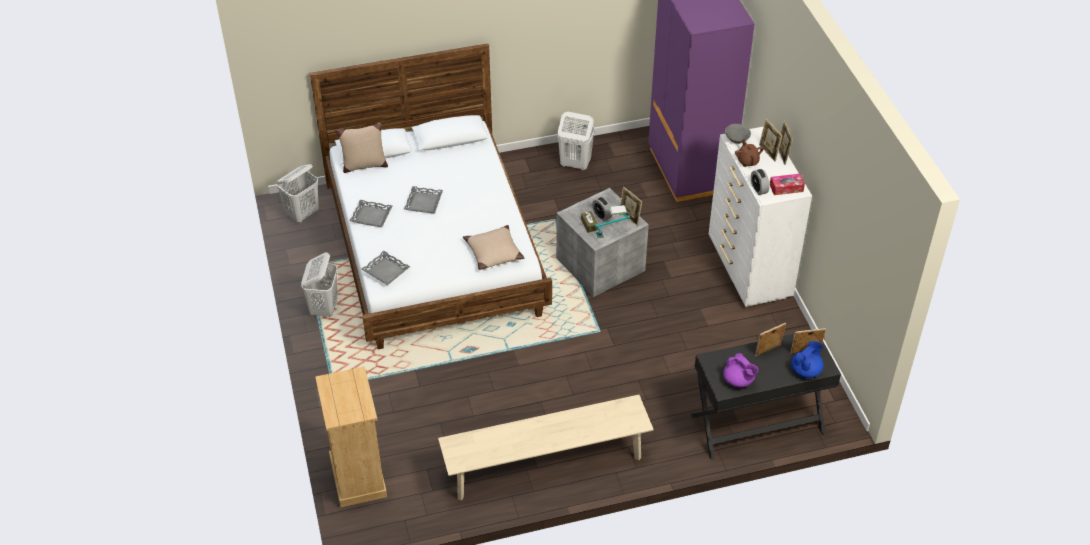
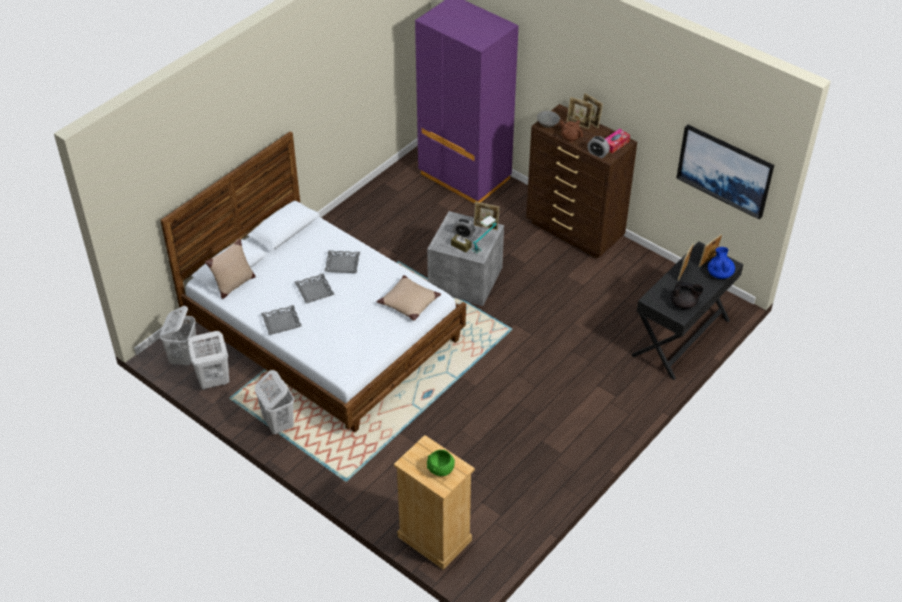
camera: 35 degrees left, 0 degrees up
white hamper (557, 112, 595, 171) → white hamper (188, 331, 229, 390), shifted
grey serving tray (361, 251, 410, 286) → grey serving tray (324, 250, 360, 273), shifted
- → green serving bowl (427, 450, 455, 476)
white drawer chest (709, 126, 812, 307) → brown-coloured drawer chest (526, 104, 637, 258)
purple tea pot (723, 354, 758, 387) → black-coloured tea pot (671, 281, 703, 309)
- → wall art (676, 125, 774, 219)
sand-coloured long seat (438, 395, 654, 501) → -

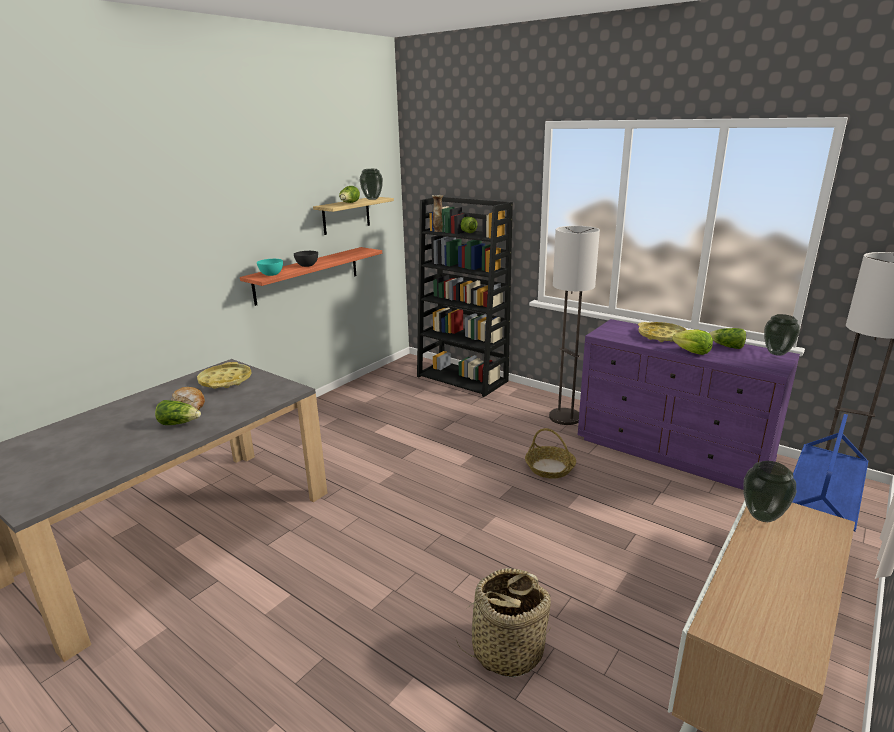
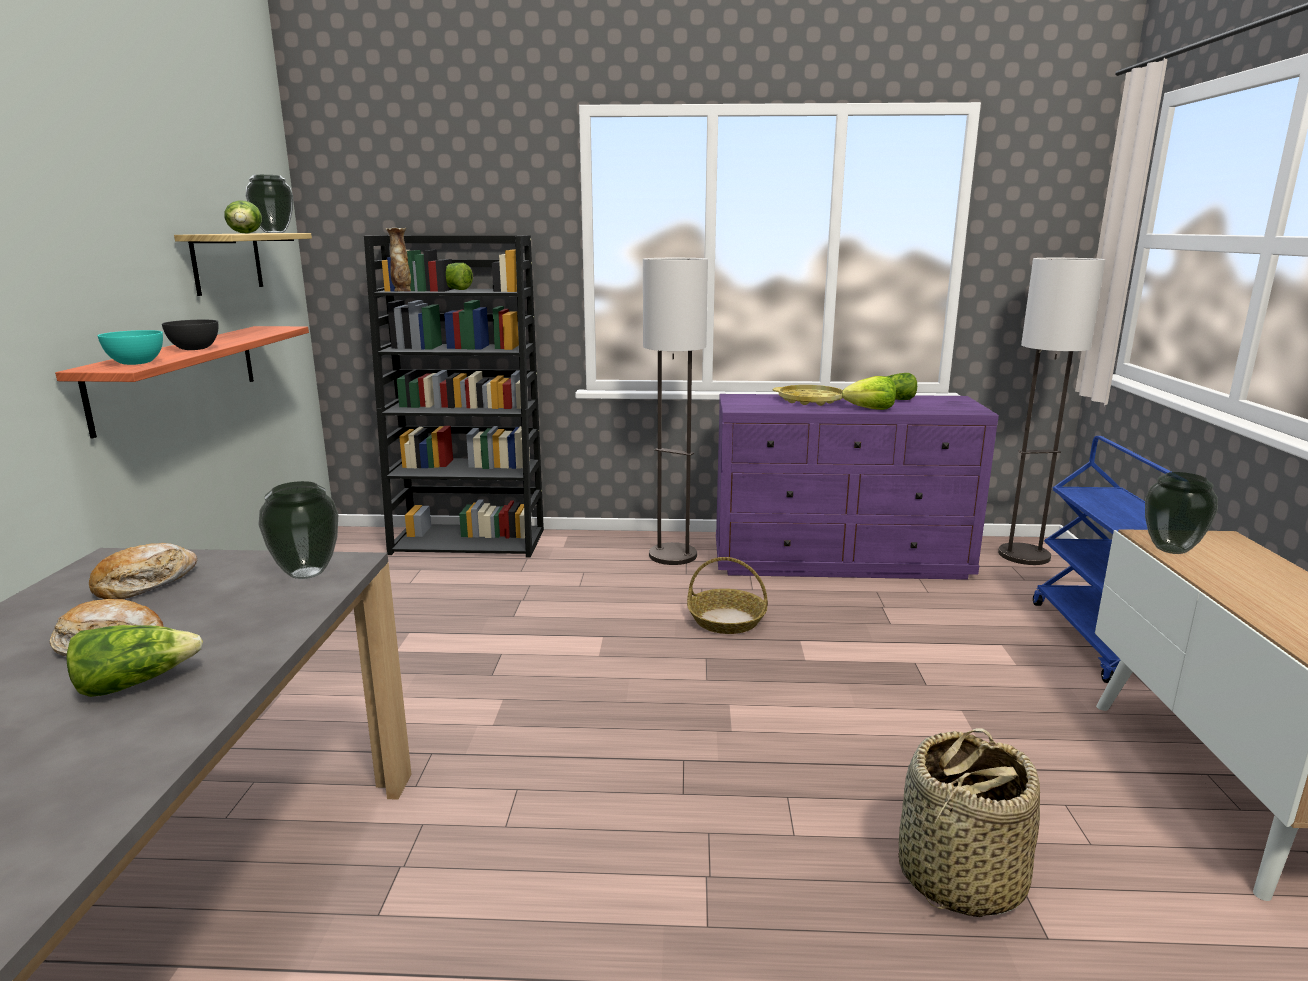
camera: 35 degrees left, 5 degrees down
yellowish serving tray (197, 362, 252, 389) → baked bread (89, 543, 197, 599)
vase (764, 314, 800, 356) → vase (258, 481, 338, 579), shifted

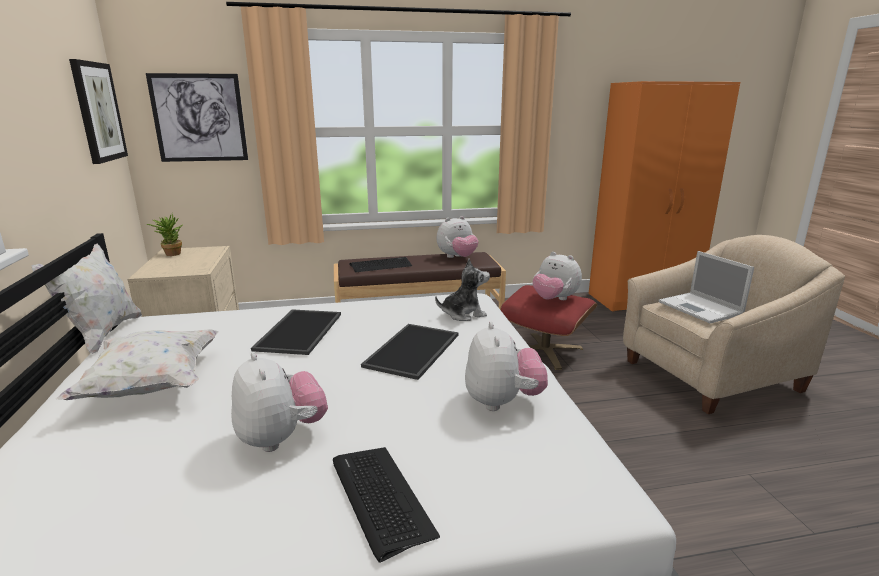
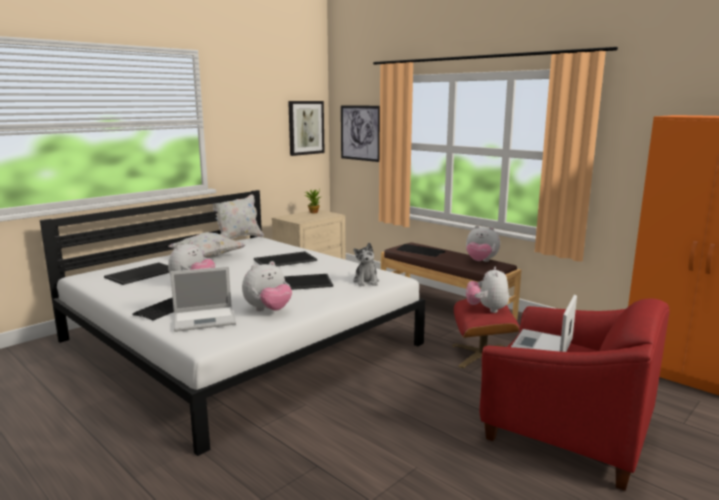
camera: 55 degrees right, 5 degrees down
- → serving tray (104, 262, 169, 285)
- → portable computer (170, 266, 236, 332)
plush toy (435, 259, 490, 321) → plush toy (353, 243, 379, 286), 45 degrees clockwise
sand-coloured lounge chair (623, 235, 845, 414) → reddish lounge chair (480, 298, 670, 491)

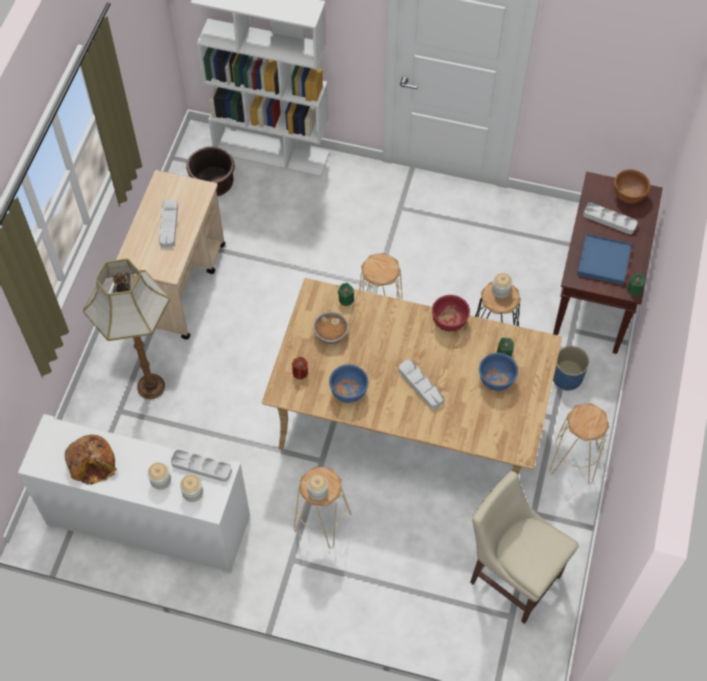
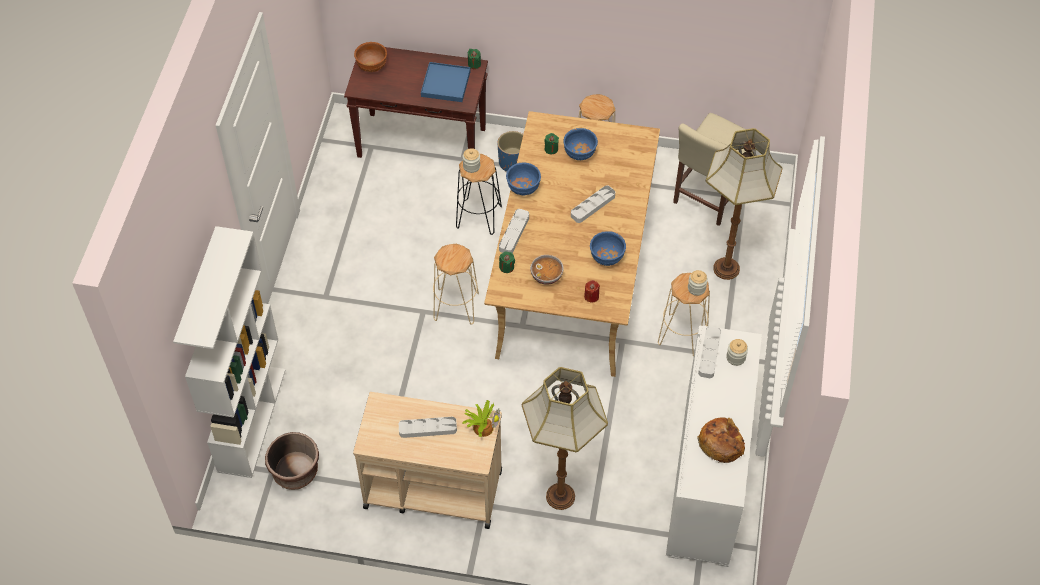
camera: 95 degrees left, 5 degrees down
- → potted plant (462, 400, 501, 437)
grey serving tray (583, 203, 638, 234) → grey serving tray (499, 209, 529, 253), shifted
reddish serving bowl (432, 295, 470, 332) → blue-coloured serving bowl (506, 163, 541, 195)
- → standing lamp (706, 128, 783, 280)
jar (148, 463, 171, 490) → -

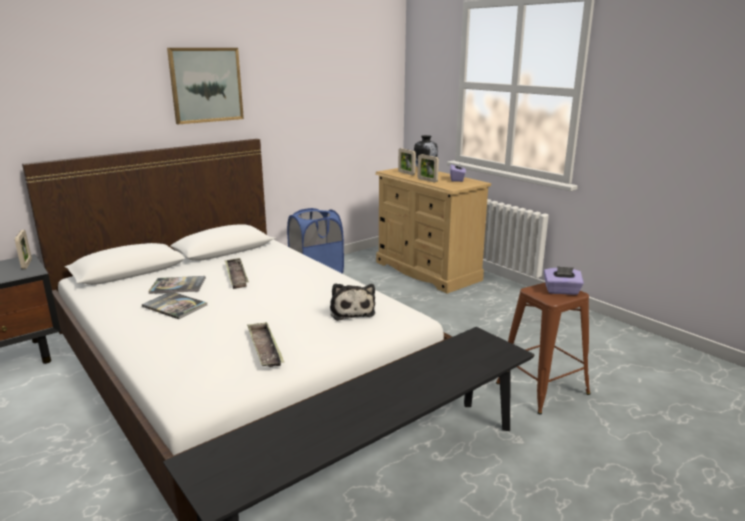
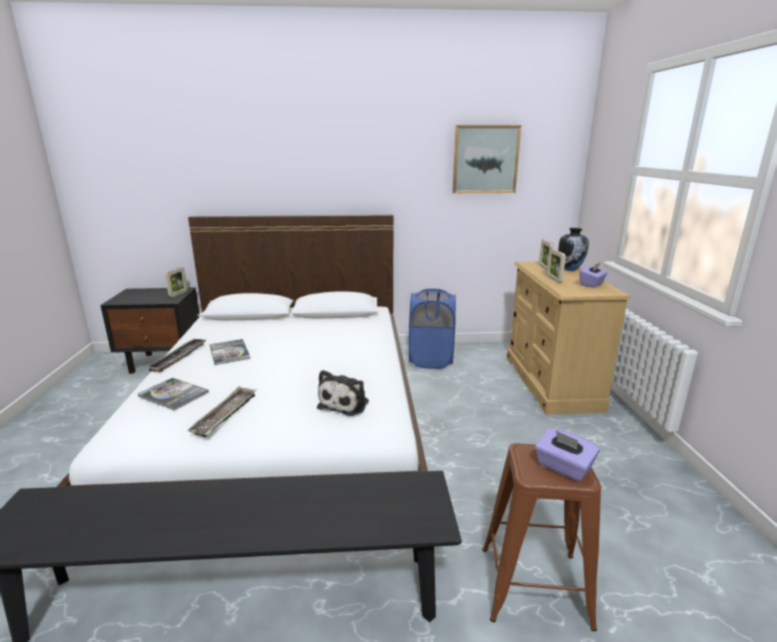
camera: 35 degrees right, 0 degrees up
bound book (148, 276, 206, 294) → bound book (138, 378, 209, 410), shifted
serving tray (225, 258, 249, 289) → serving tray (147, 338, 207, 372), shifted
wall art (167, 48, 244, 124) → wall art (452, 125, 521, 193), shifted

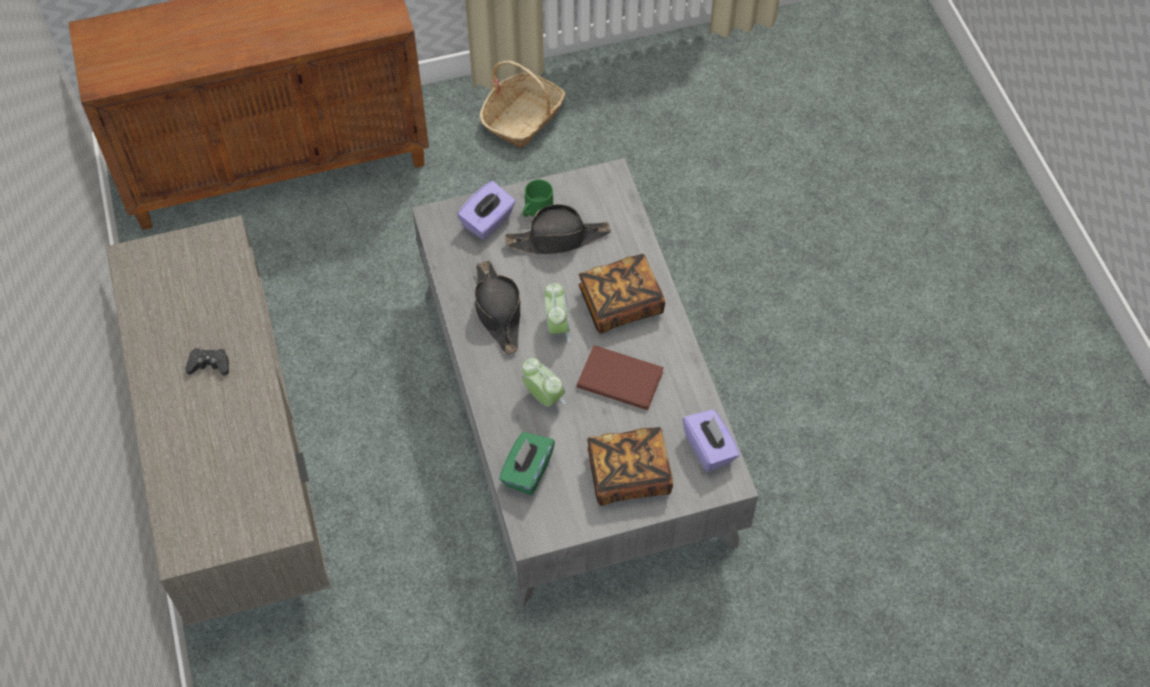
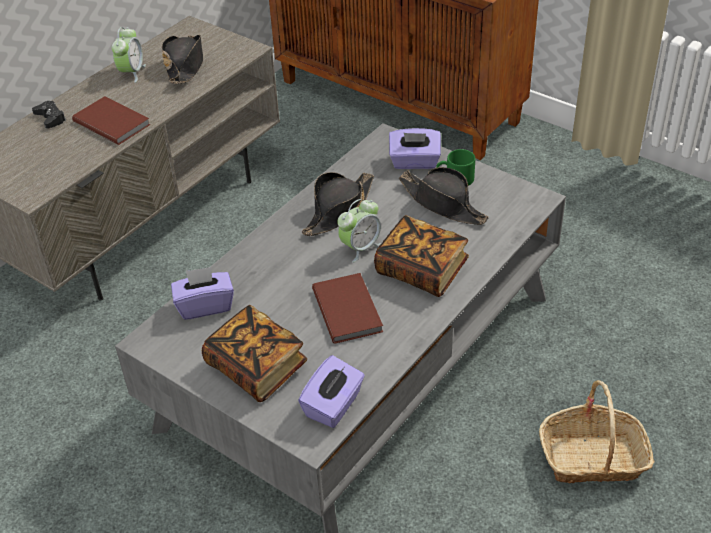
camera: 55 degrees right, 15 degrees down
black-coloured joypad (185, 348, 229, 376) → black-coloured joypad (32, 101, 66, 129), shifted
- → brown-coloured bound book (72, 96, 150, 145)
bedside clock (522, 358, 566, 407) → bedside clock (112, 27, 146, 83), shifted
- → black-coloured clothing hat (162, 35, 203, 84)
green tissue holder (499, 432, 555, 495) → purple tissue holder (171, 267, 234, 320)
household basket (479, 60, 565, 148) → household basket (539, 380, 654, 483), shifted

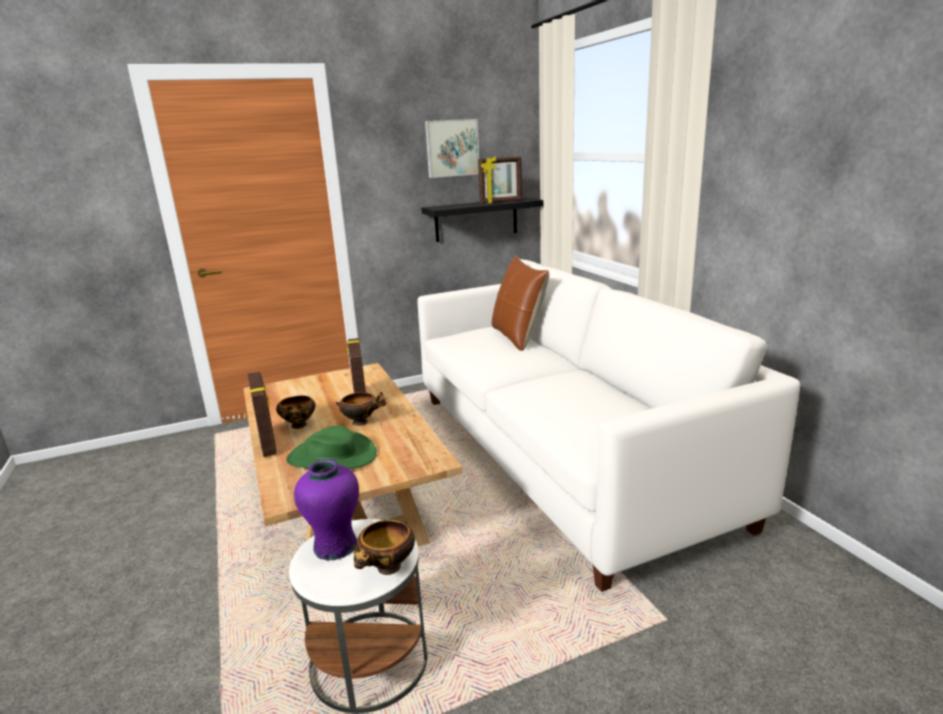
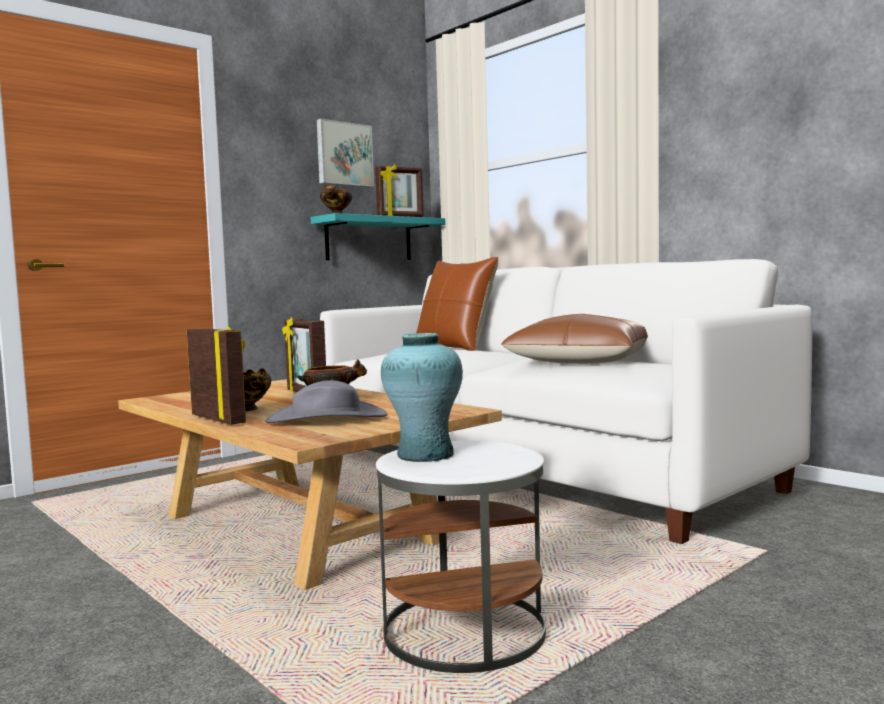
camera: 20 degrees left, 15 degrees down
green clothing hat (286, 426, 377, 469) → grey clothing hat (265, 380, 387, 423)
black-coloured wall shelf (421, 198, 543, 242) → turquoise wall shelf (311, 213, 445, 260)
serving bowl (354, 520, 415, 575) → serving bowl (320, 184, 352, 214), shifted
purple vase (294, 459, 359, 561) → turquoise vase (381, 333, 463, 462)
- → brown-coloured cushion (501, 314, 648, 364)

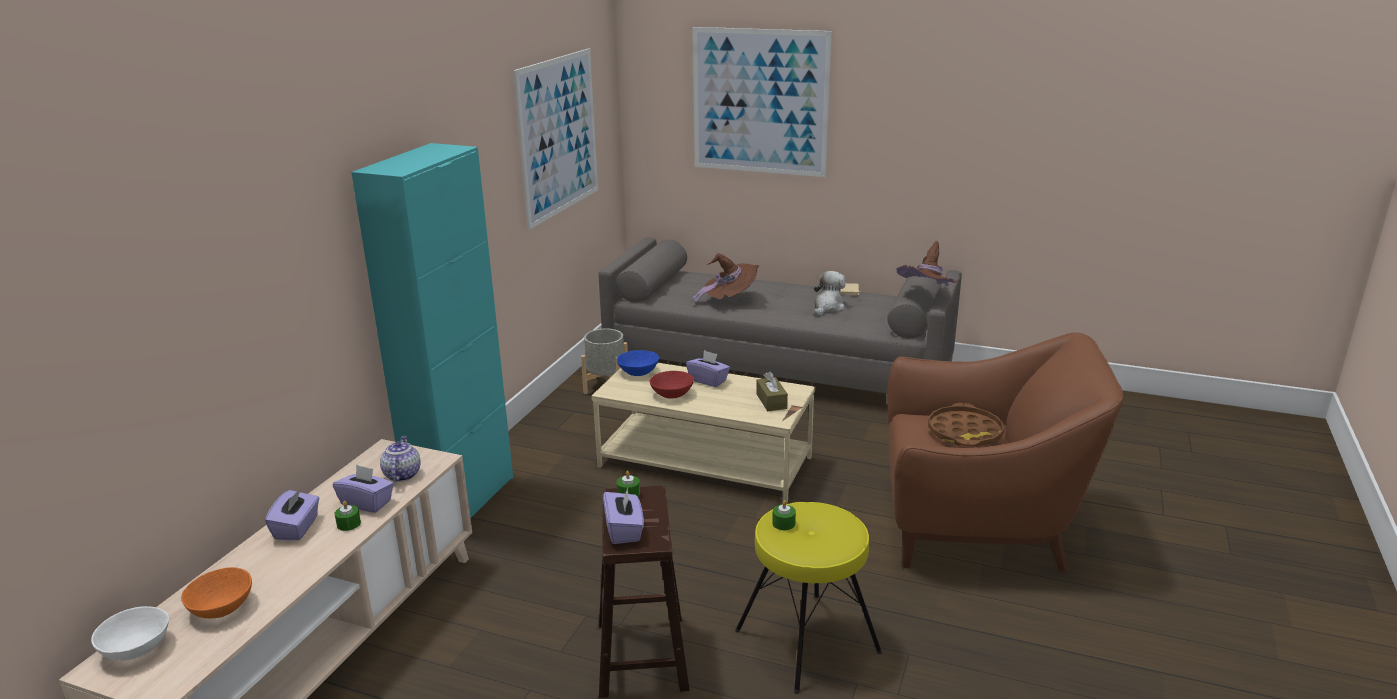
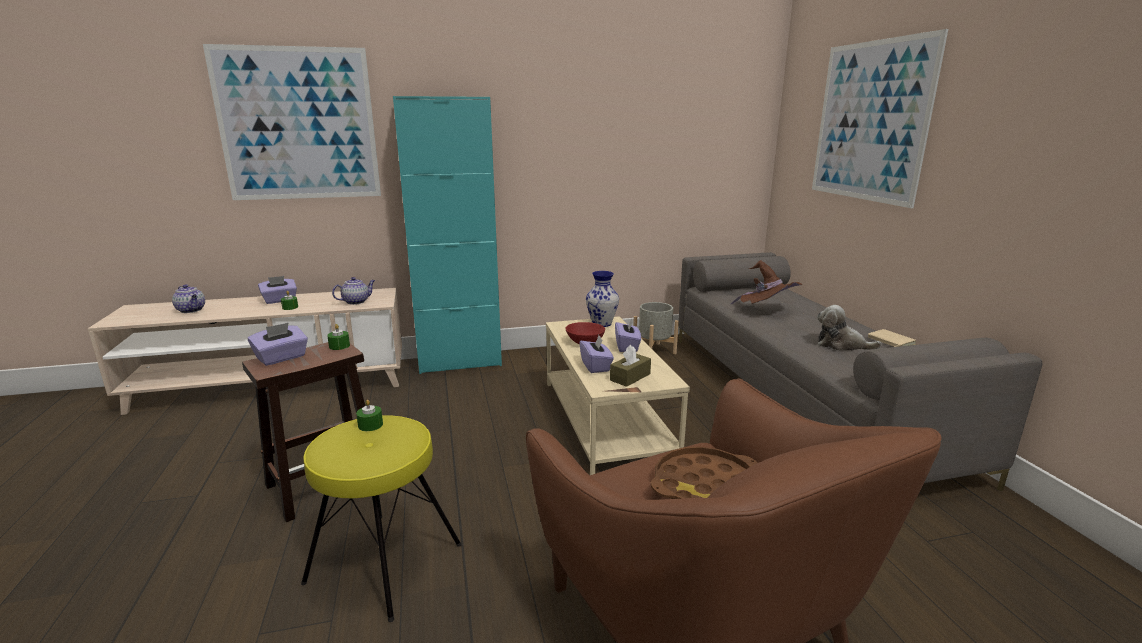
camera: 55 degrees right, 5 degrees down
orange-coloured serving bowl (181, 567, 252, 618) → tea pot (172, 284, 205, 313)
wall art (513, 48, 598, 230) → wall art (203, 44, 381, 200), shifted
purple tissue holder (333, 464, 394, 513) → purple tissue holder (579, 335, 614, 373), shifted
blue-coloured serving bowl (617, 350, 659, 376) → vase (586, 271, 619, 327)
plush toy (814, 271, 846, 316) → plush toy (817, 305, 882, 351), 150 degrees counterclockwise
white serving bowl (91, 606, 169, 661) → -
brown-coloured clothing hat (896, 241, 956, 286) → -

